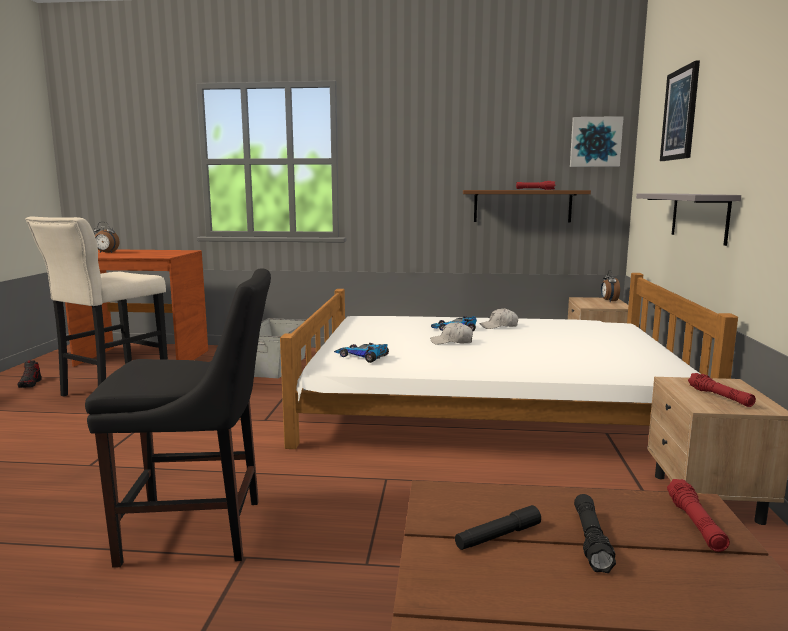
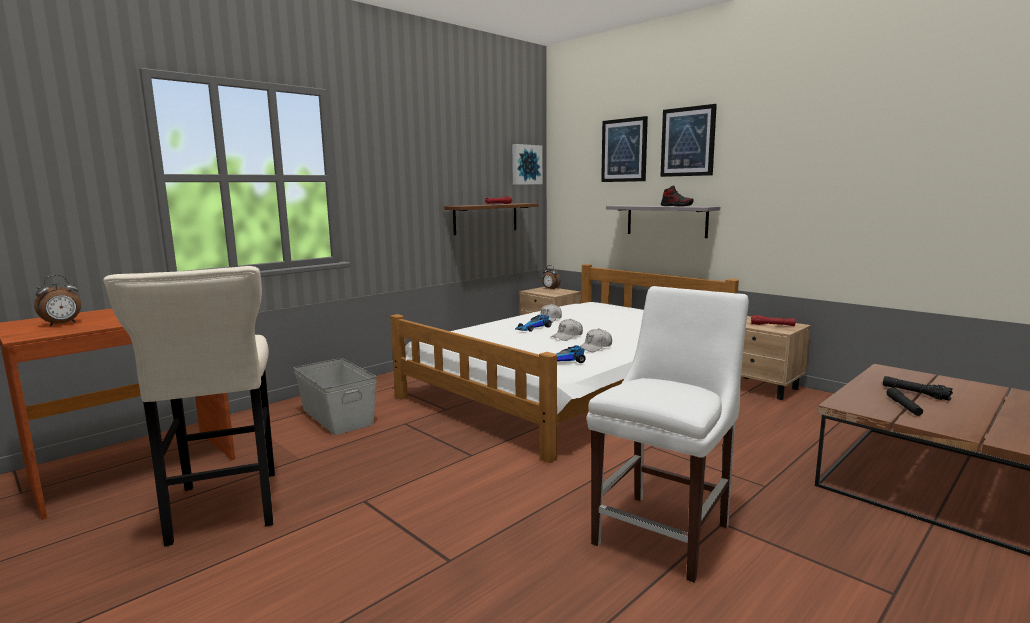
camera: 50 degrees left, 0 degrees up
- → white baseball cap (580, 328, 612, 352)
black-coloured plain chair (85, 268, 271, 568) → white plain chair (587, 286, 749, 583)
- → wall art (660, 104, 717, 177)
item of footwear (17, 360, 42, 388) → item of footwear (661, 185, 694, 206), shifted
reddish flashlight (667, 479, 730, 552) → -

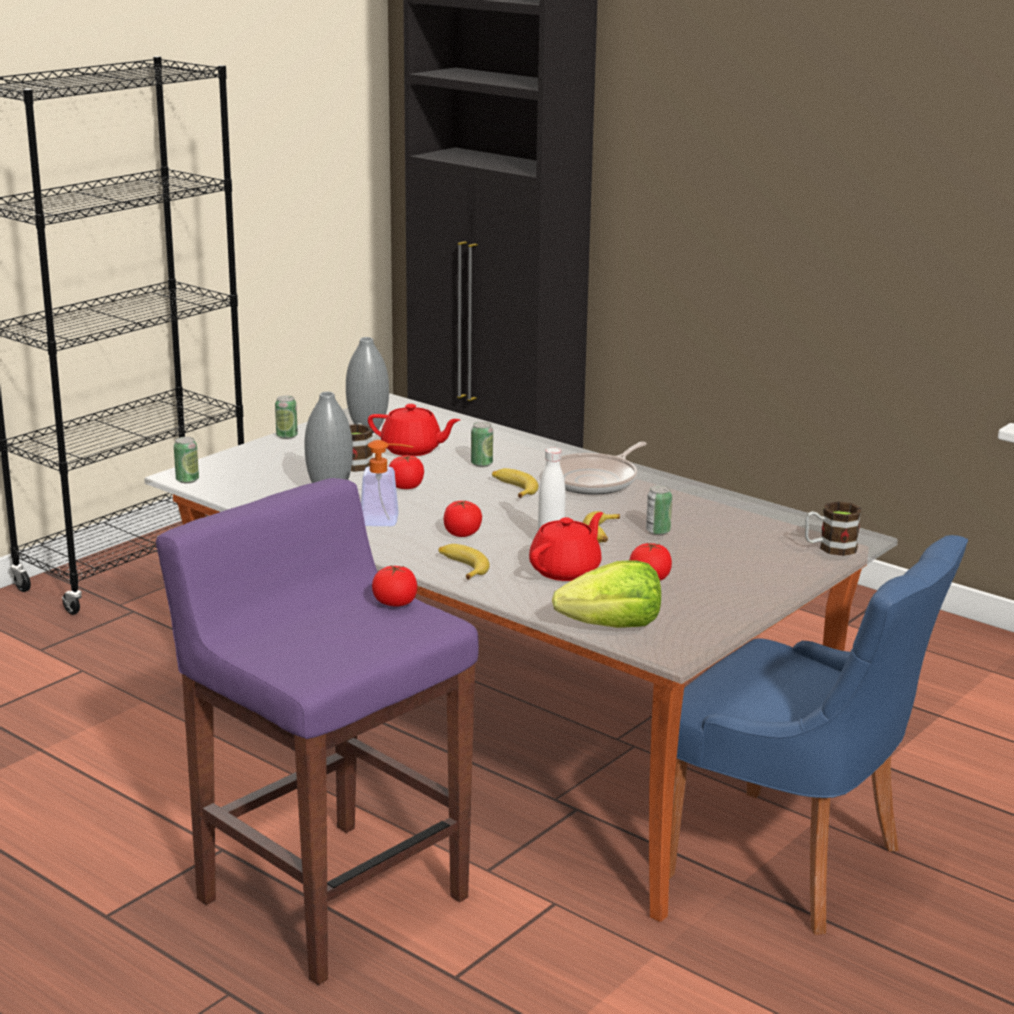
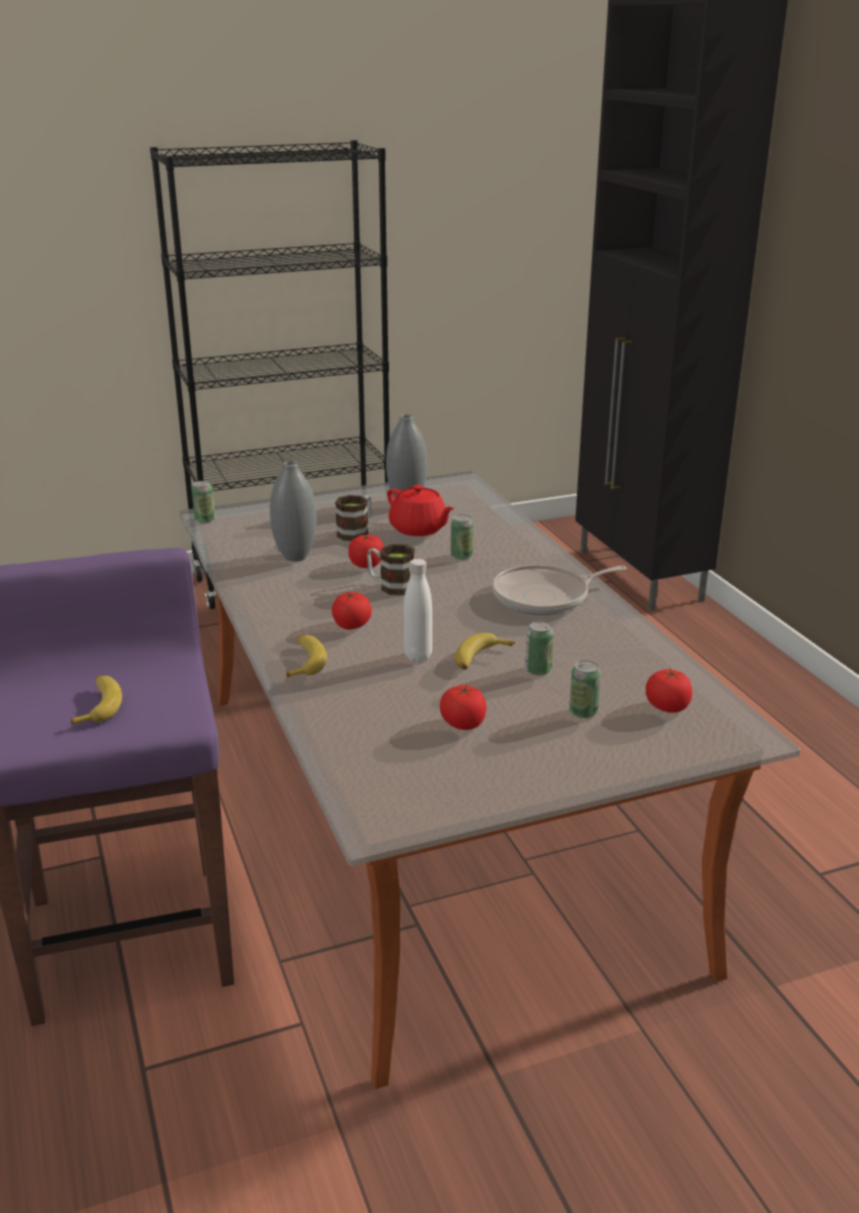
camera: 30 degrees right, 5 degrees up
banana (492, 468, 538, 498) → banana (71, 676, 122, 725), shifted
tea mug (805, 501, 862, 556) → tea mug (367, 544, 415, 595), shifted
sealed can (275, 396, 298, 439) → sealed can (569, 660, 601, 718), shifted
whole tomato (372, 565, 417, 607) → whole tomato (646, 669, 692, 713), shifted
soap dispenser (361, 440, 414, 526) → -
reddish tea pot (529, 512, 603, 581) → -
lettuce (552, 561, 661, 628) → -
blue-coloured plain chair (669, 535, 968, 935) → -

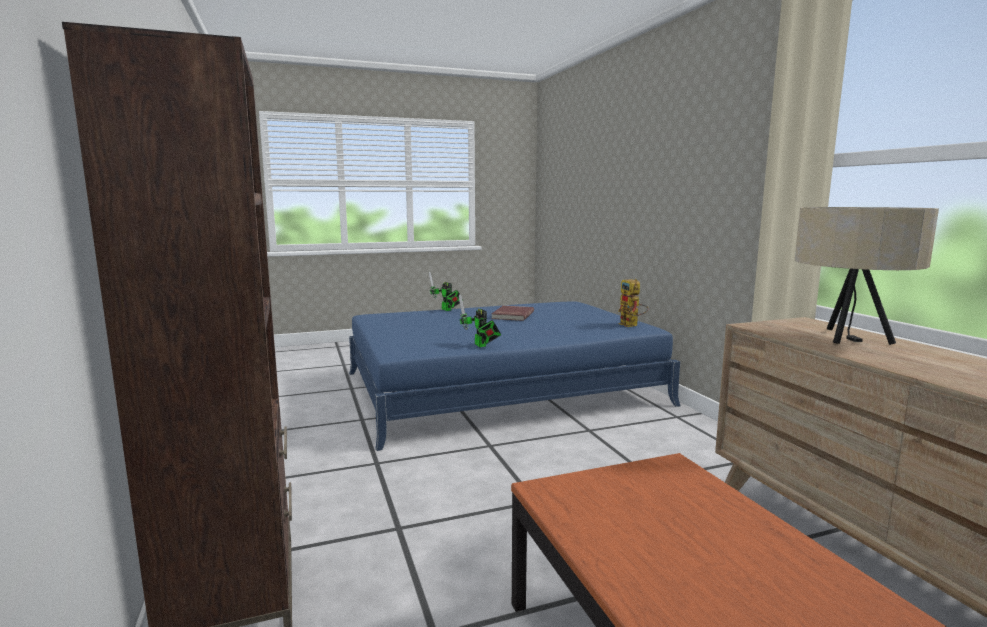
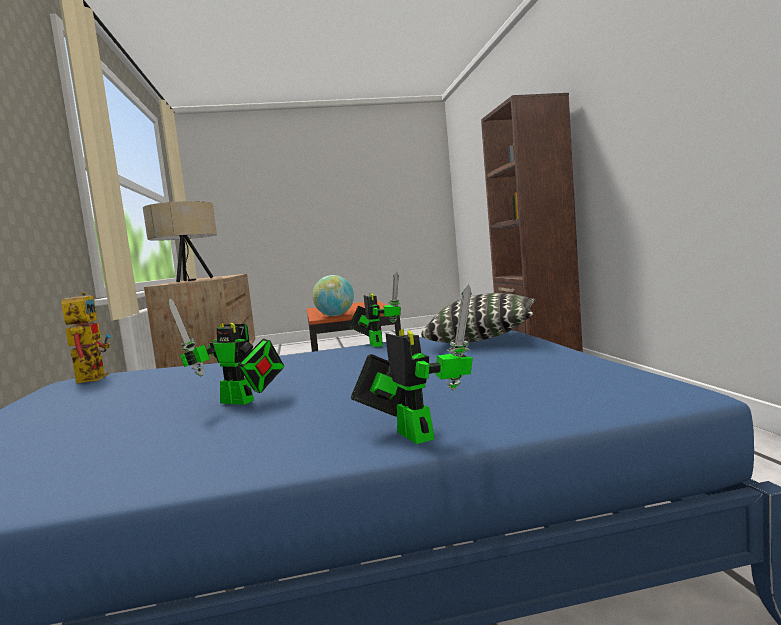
camera: 170 degrees left, 5 degrees down
reddish bound book (491, 306, 534, 321) → toy robot (168, 299, 284, 405)
- → desk globe (312, 275, 354, 316)
- → cushion (421, 293, 535, 343)

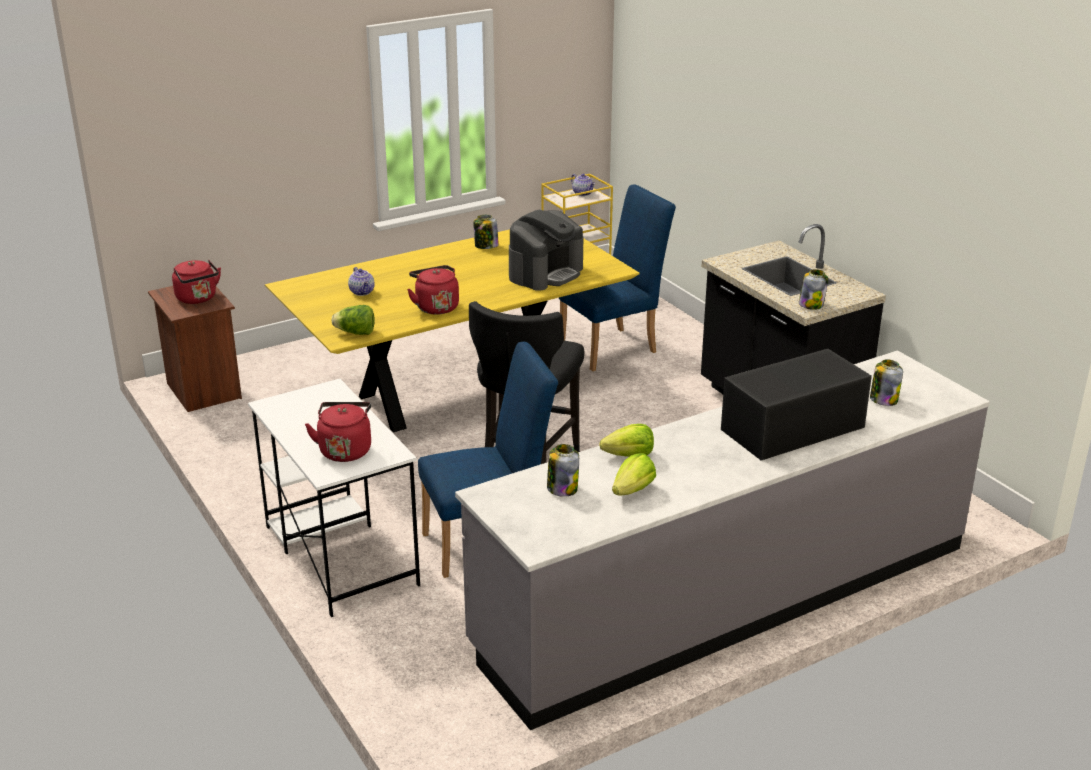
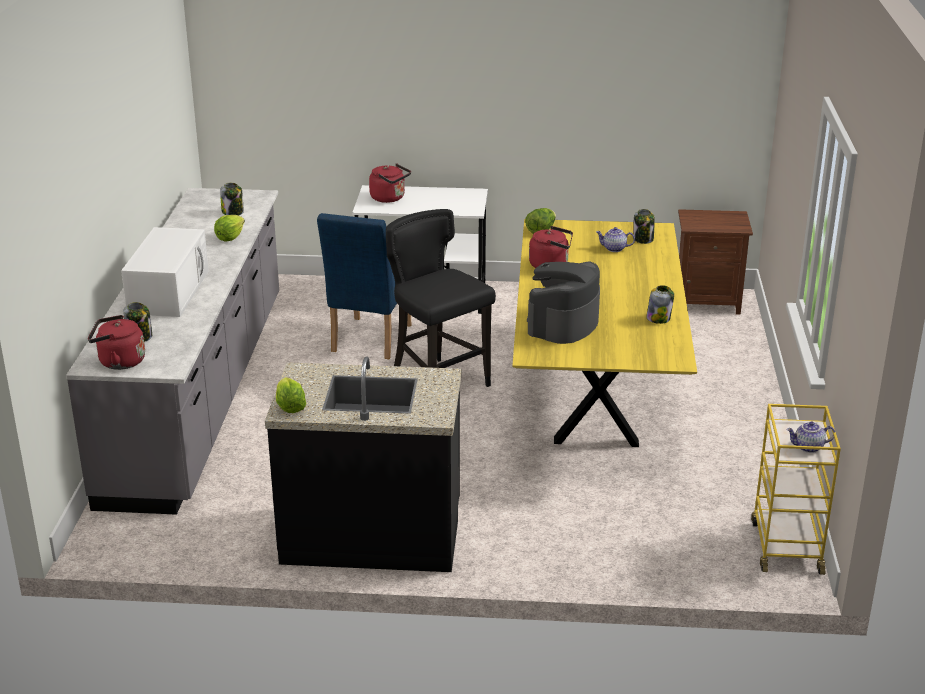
camera: 125 degrees right, 0 degrees up
reddish water kettle (172, 260, 221, 304) → reddish water kettle (88, 315, 145, 370), shifted
black-coloured microwave (721, 349, 872, 461) → white microwave (121, 227, 209, 317)
lettuce (612, 453, 656, 495) → lettuce (276, 377, 306, 413), shifted
coffee machine (509, 210, 583, 291) → coffee machine (527, 261, 600, 344), 45 degrees clockwise
jar (799, 269, 828, 310) → jar (633, 209, 655, 244), shifted
blue-coloured plain chair (559, 184, 676, 371) → -

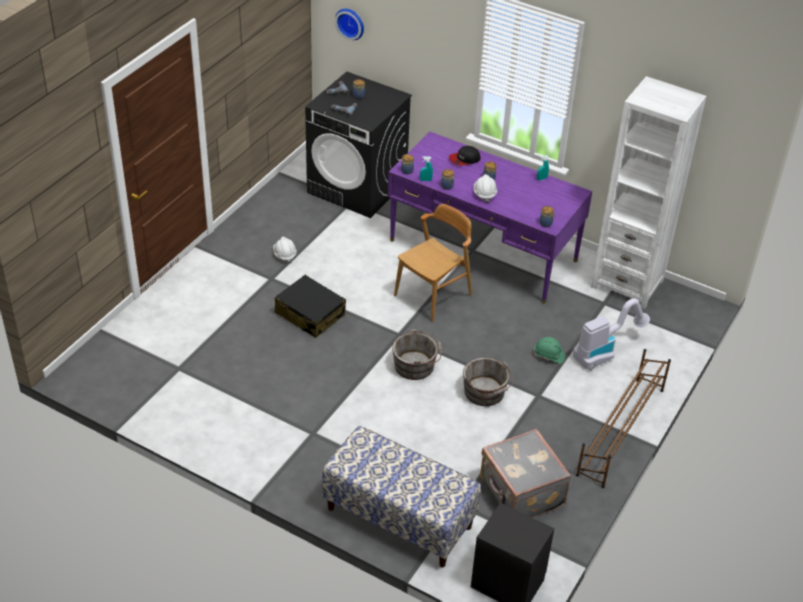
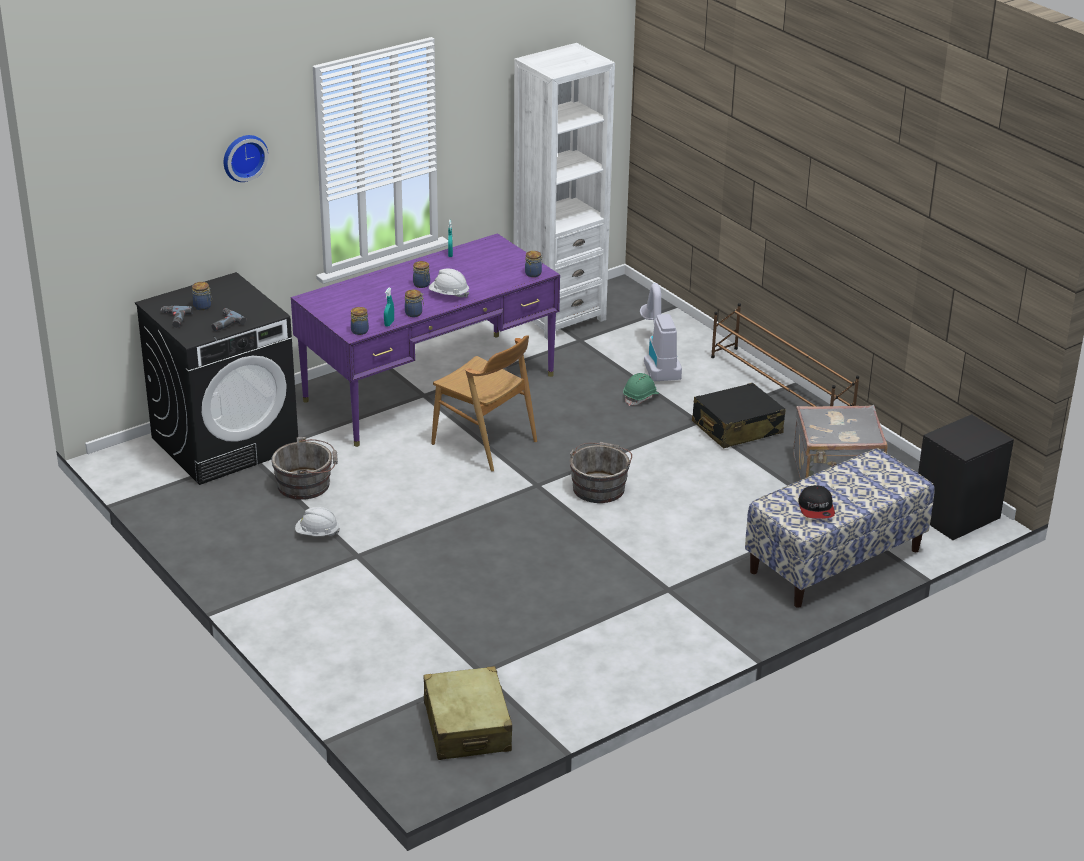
camera: 65 degrees left, 10 degrees down
hanging clock (335, 9, 364, 40) → hanging clock (224, 135, 268, 182), shifted
grey bucket (463, 358, 514, 406) → grey bucket (271, 437, 338, 500), shifted
- → sand-coloured travel case (423, 666, 512, 760)
brown-coloured plain chair (394, 204, 472, 322) → brown-coloured plain chair (431, 335, 537, 472), 150 degrees clockwise
black-coloured travel case (275, 275, 346, 338) → black-coloured travel case (692, 383, 785, 448), shifted
baseball cap (449, 146, 481, 166) → baseball cap (798, 485, 835, 519), shifted

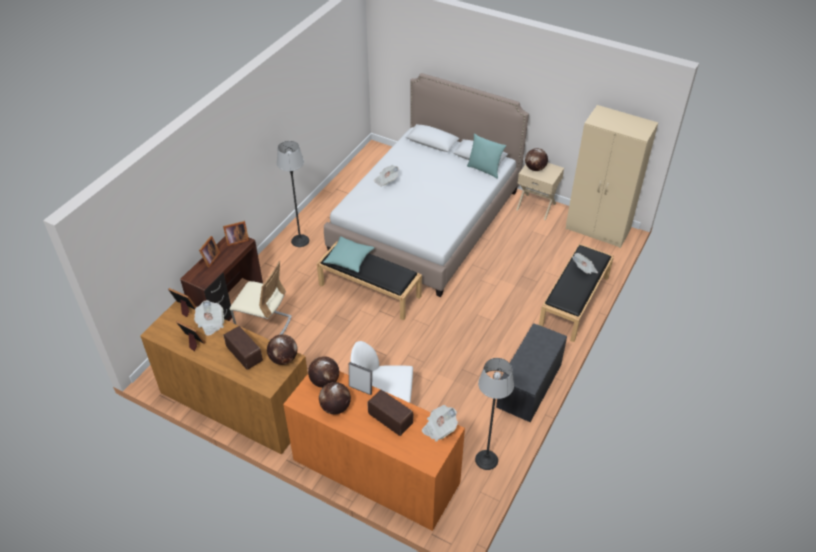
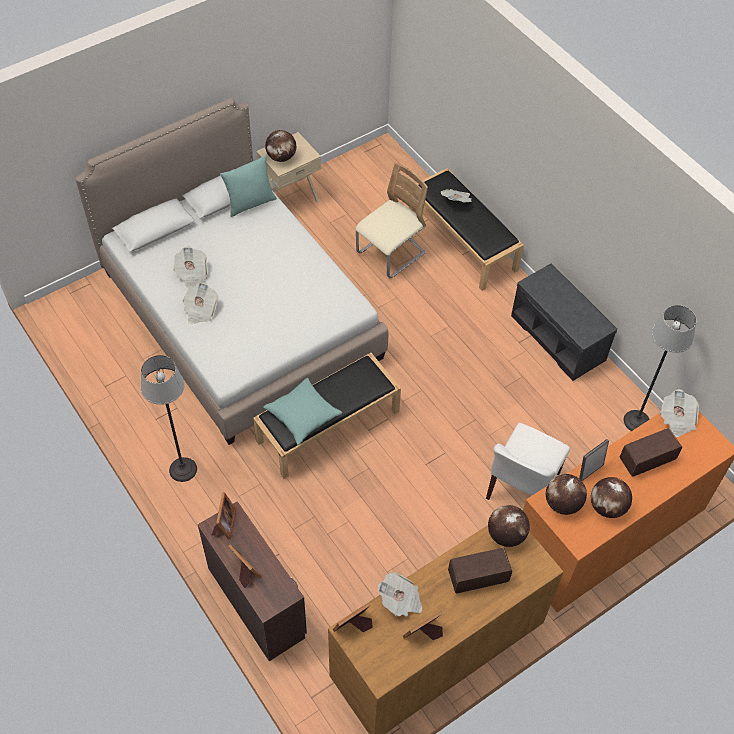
camera: 65 degrees left, 10 degrees up
- → daily paper (173, 246, 208, 288)
sand-coloured plain chair (230, 261, 292, 340) → sand-coloured plain chair (355, 163, 428, 278), shifted
sand-coloured armoire (566, 105, 658, 248) → -

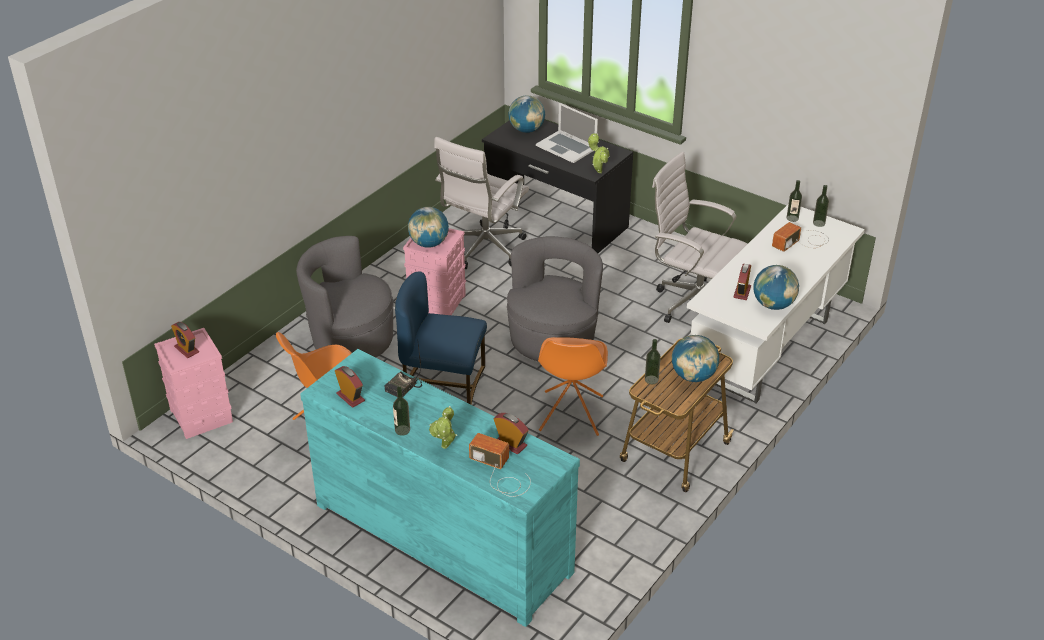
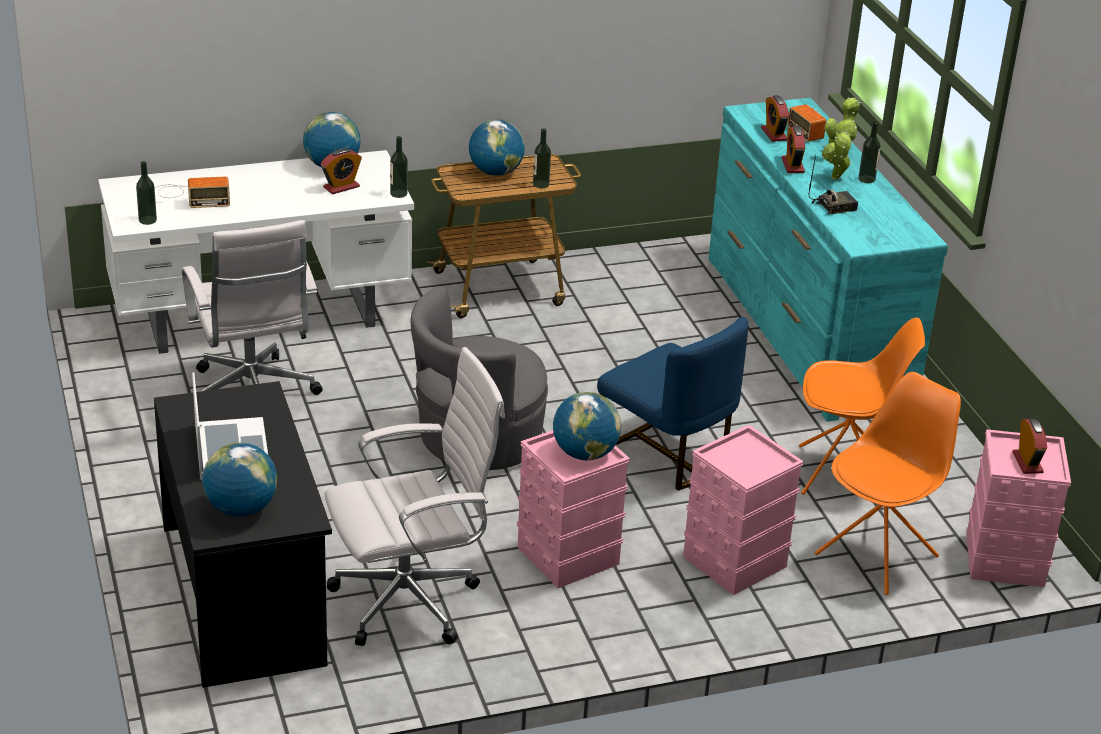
camera: 145 degrees left, 5 degrees down
drink bottle (813, 185, 829, 227) → drink bottle (390, 136, 408, 198), shifted
grey lounge chair (296, 236, 394, 357) → pink storage box (683, 425, 804, 595)
bedside clock (335, 366, 365, 408) → bedside clock (782, 126, 805, 173), shifted
orange-coloured plain chair (538, 337, 608, 436) → orange-coloured plain chair (815, 372, 961, 595), shifted
potted plant (588, 133, 610, 173) → potted plant (822, 131, 852, 180), shifted

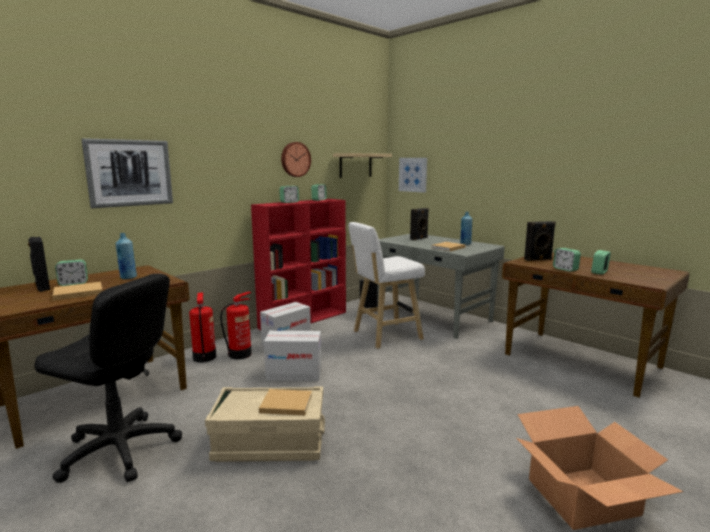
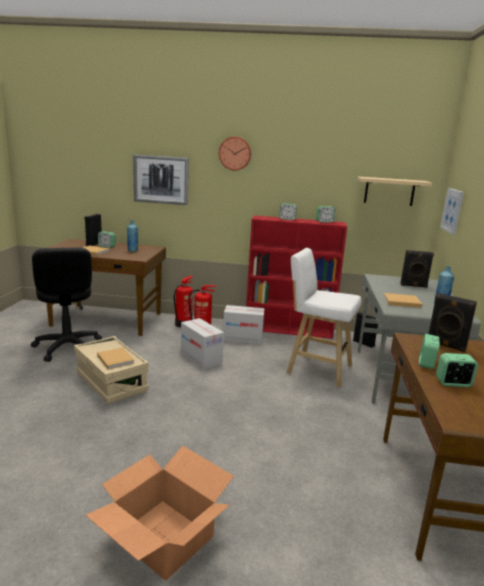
camera: 50 degrees right, 5 degrees up
hanging clock (281, 142, 311, 177) → hanging clock (219, 136, 251, 171), shifted

